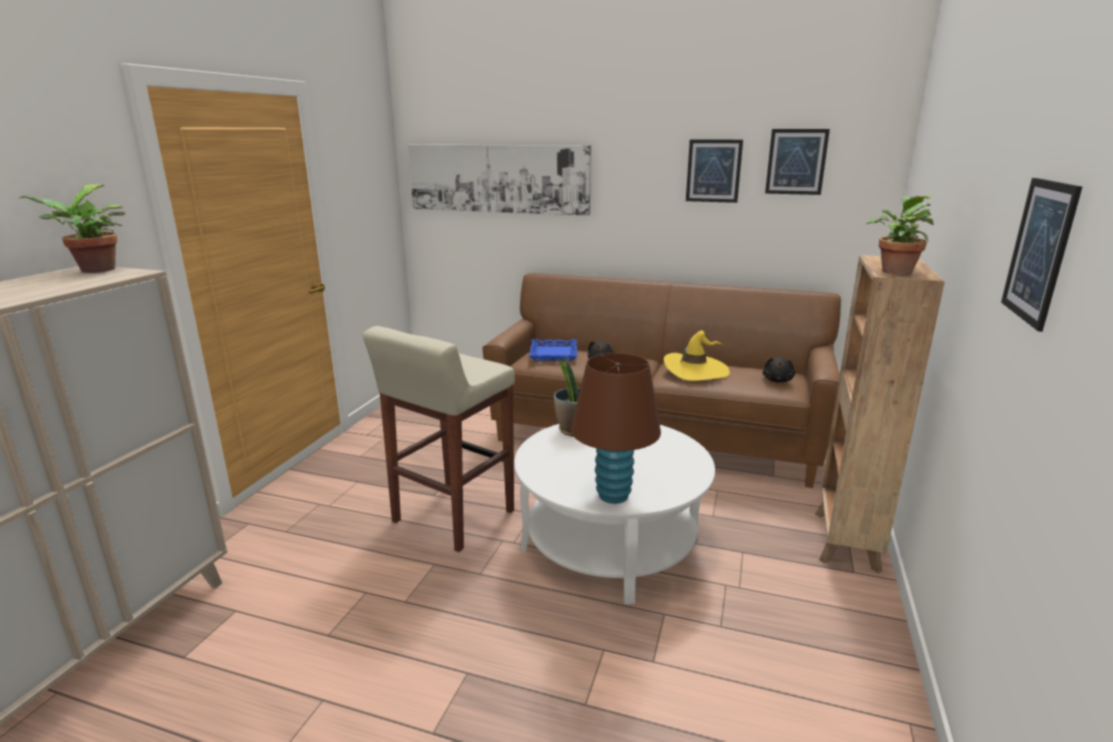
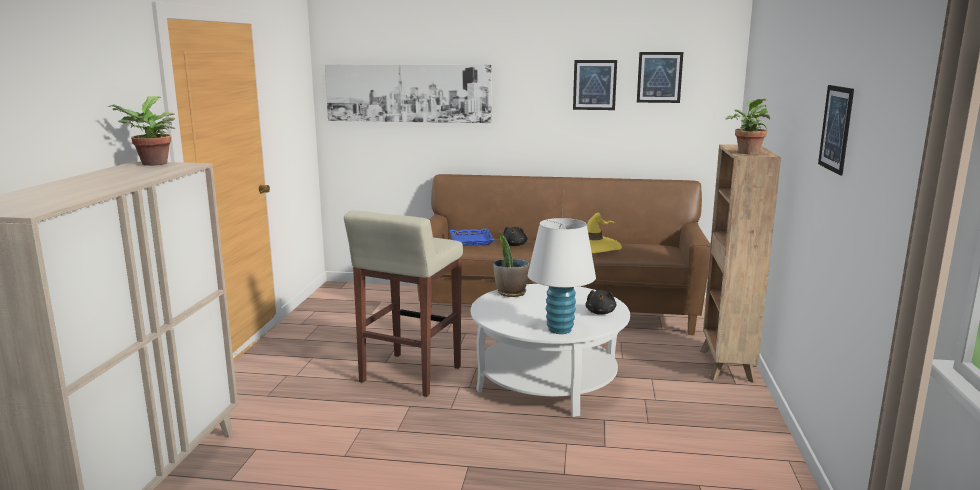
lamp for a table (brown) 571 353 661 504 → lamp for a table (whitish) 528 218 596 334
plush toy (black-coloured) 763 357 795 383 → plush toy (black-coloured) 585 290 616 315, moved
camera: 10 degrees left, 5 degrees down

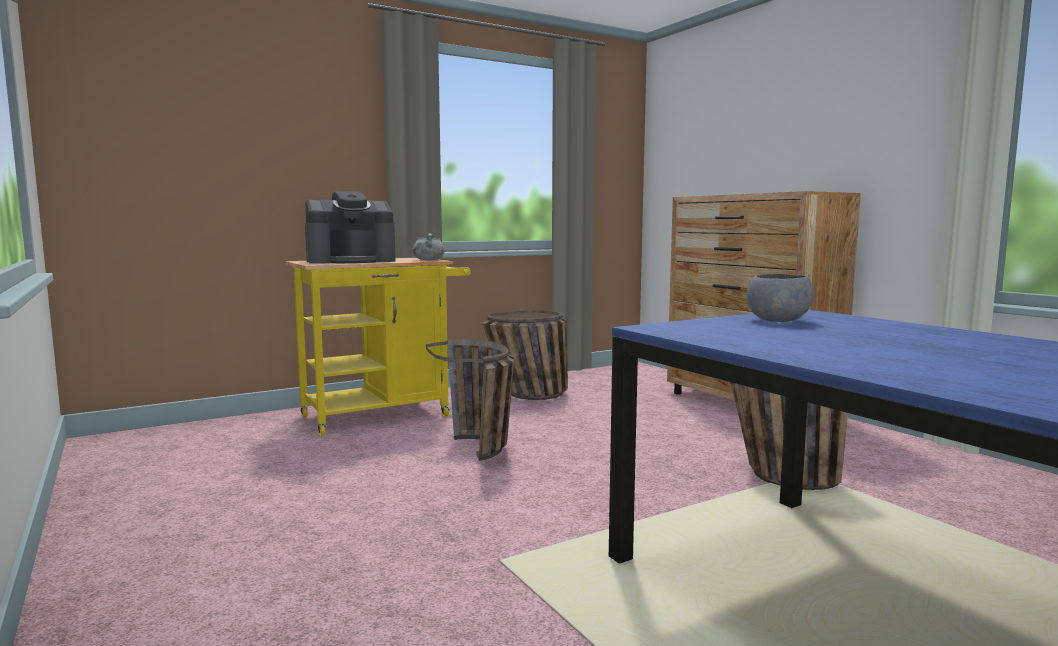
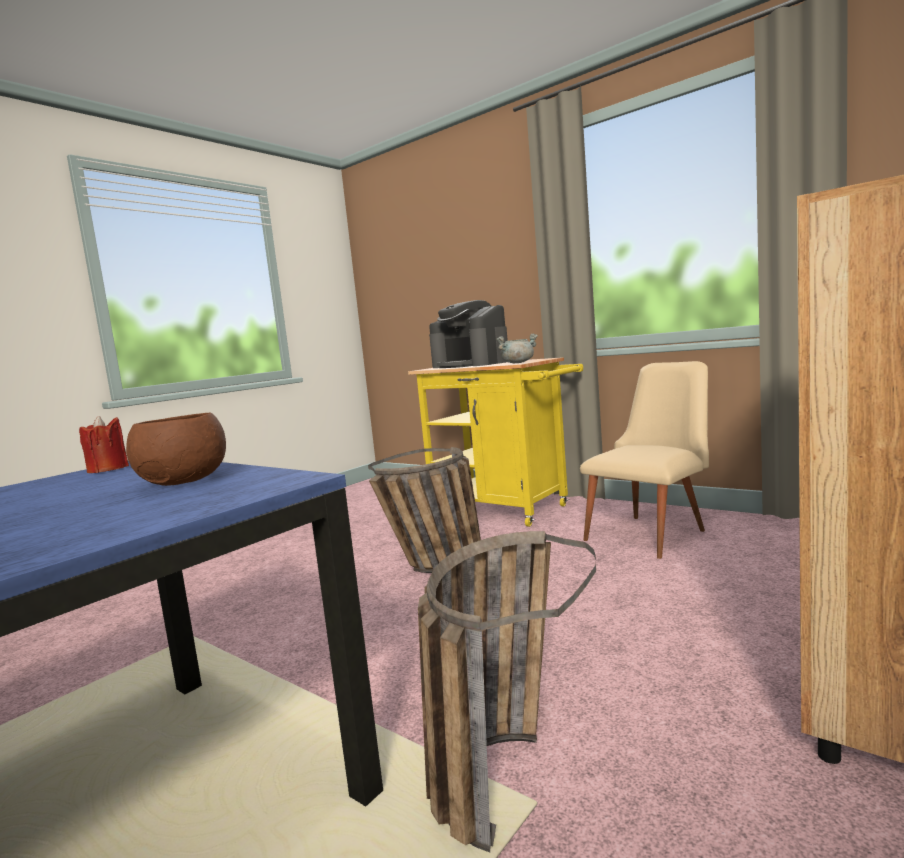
deep dish (greyish) 747 274 815 322 → deep dish (brown) 126 413 226 486
household basket 482 311 568 400 → plain chair (beige-coloured) 580 361 709 559
- → candle (red) 79 416 129 473
camera: 70 degrees right, 0 degrees up

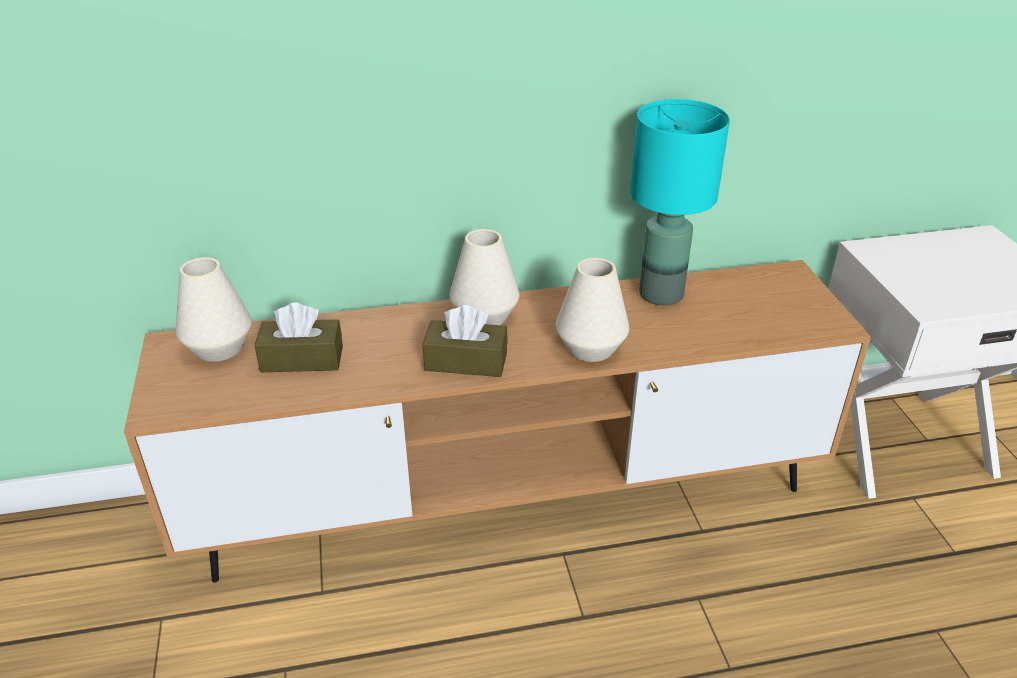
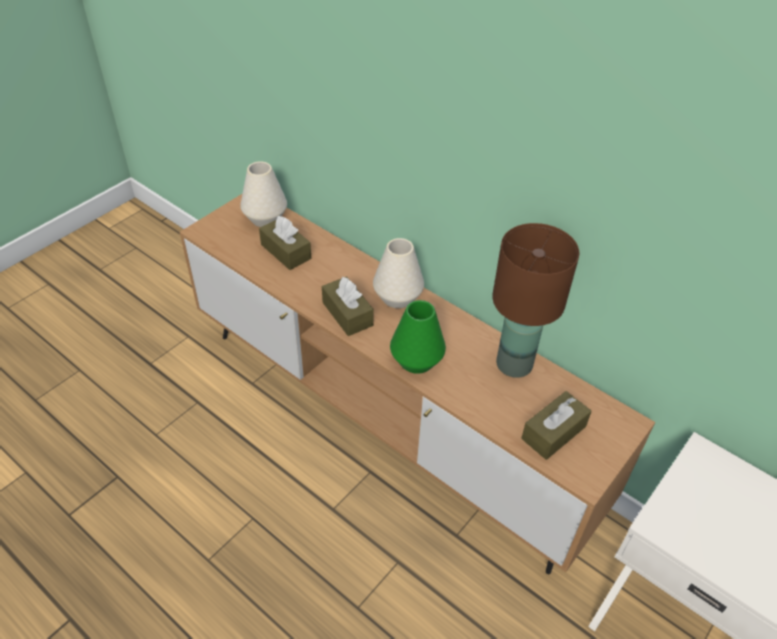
lamp for a table (turquoise) 630 99 730 305 → lamp for a table (brown) 492 223 579 378
decorative vase (whitish) 556 258 629 362 → decorative vase (green) 390 300 446 374
- → tissue box (brown) 521 391 592 460
camera: 50 degrees right, 10 degrees up

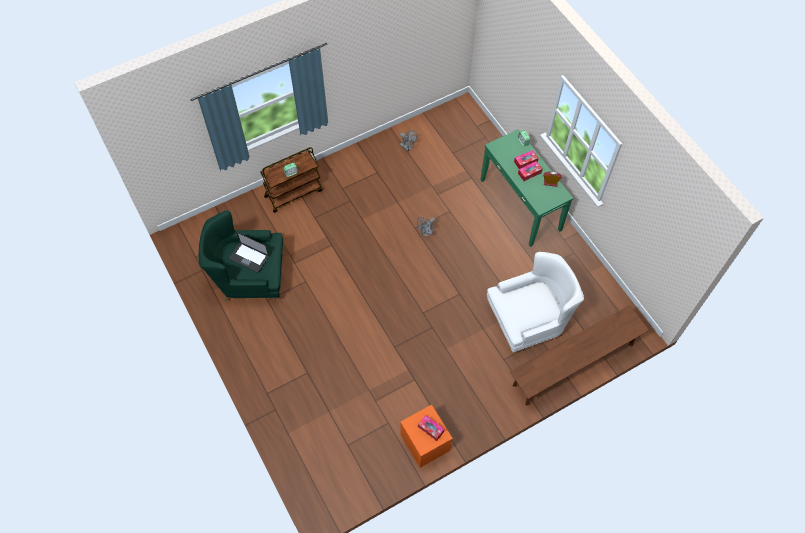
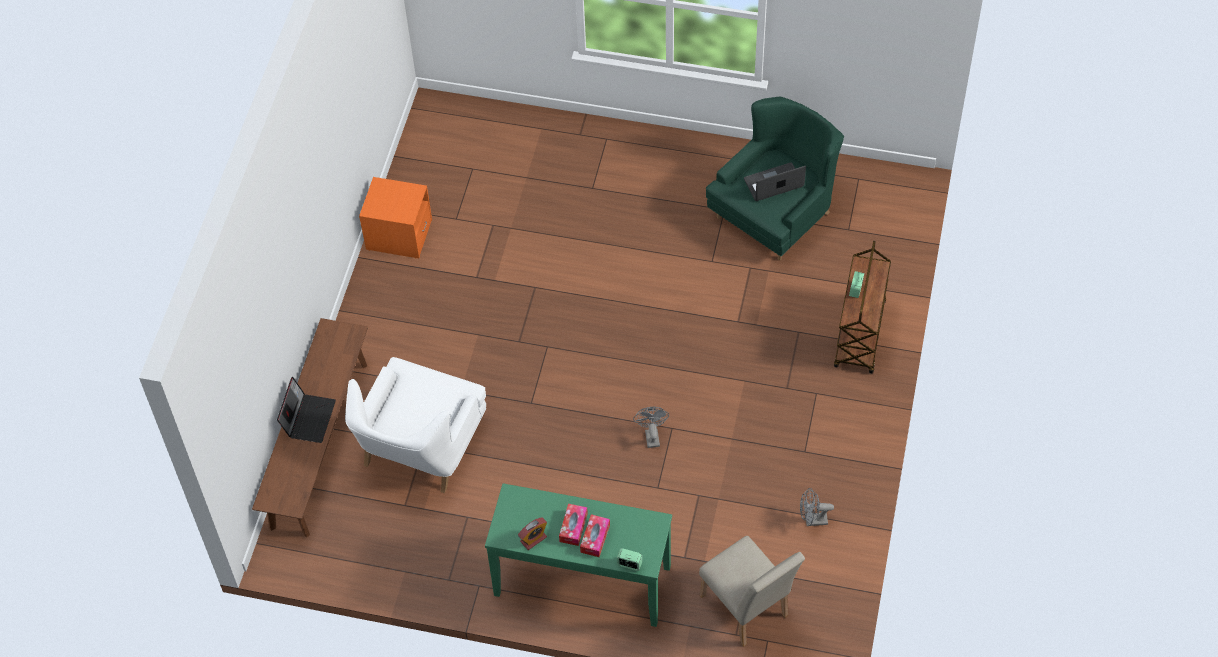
tissue box 418 415 445 441 → -
- → laptop 277 376 336 443
- → plain chair (beige-coloured) 699 536 805 647
camera: 135 degrees right, 5 degrees down

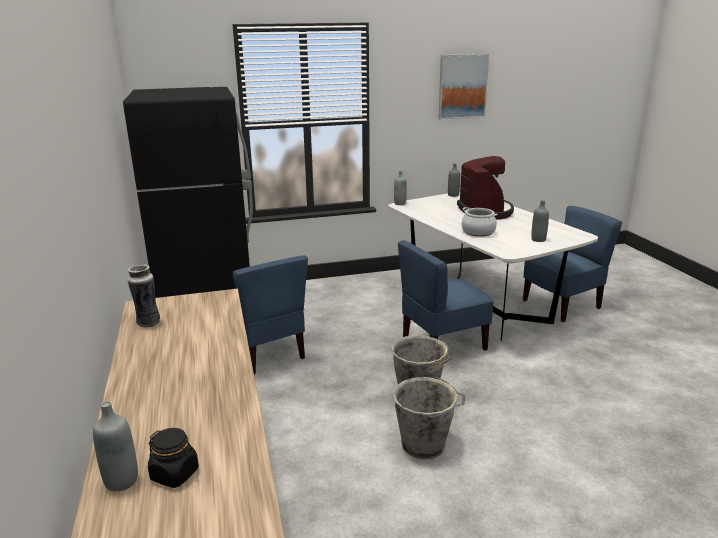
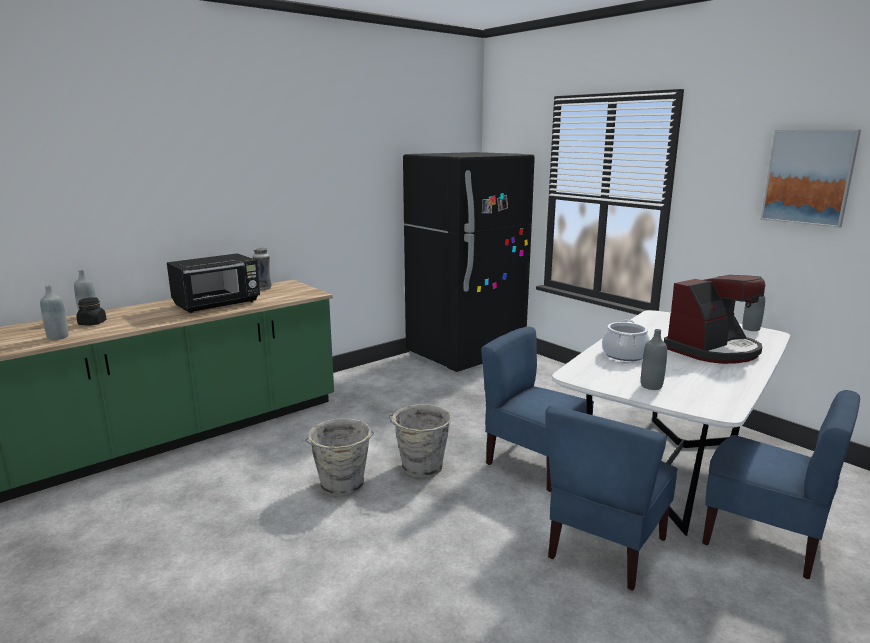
drink bottle (greyish) 394 171 407 205 → drink bottle (greyish) 40 285 69 340, moved
plain chair (blue-coloured) 233 255 308 374 → plain chair (blue-coloured) 545 406 678 591, moved
- → kitchen microwave (black-coloured) 167 253 260 313
camera: 65 degrees right, 5 degrees down

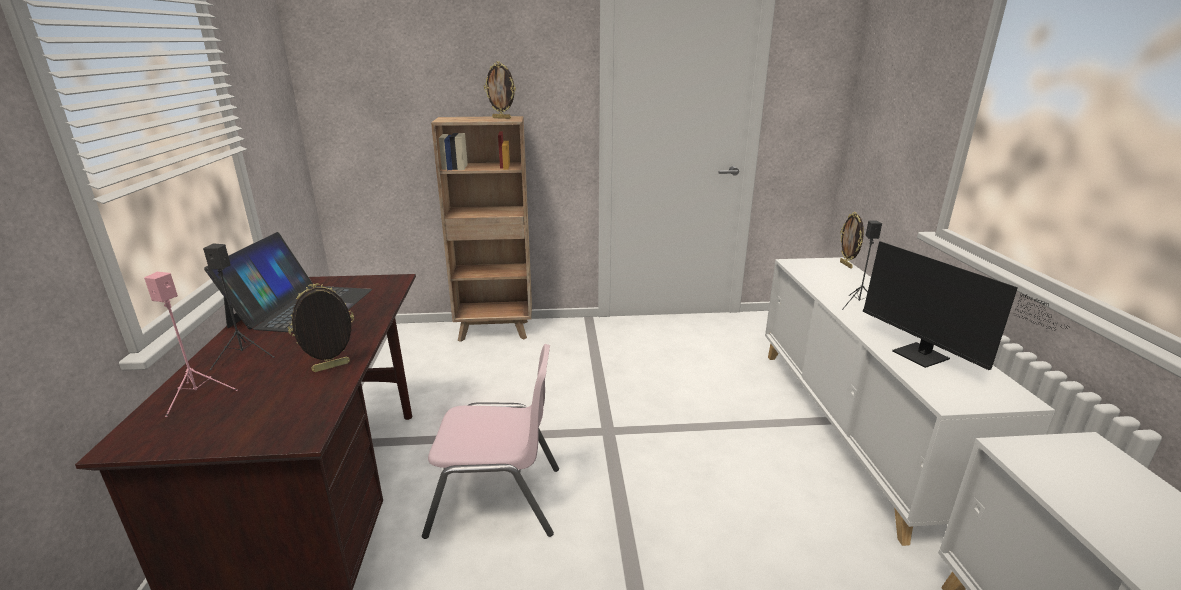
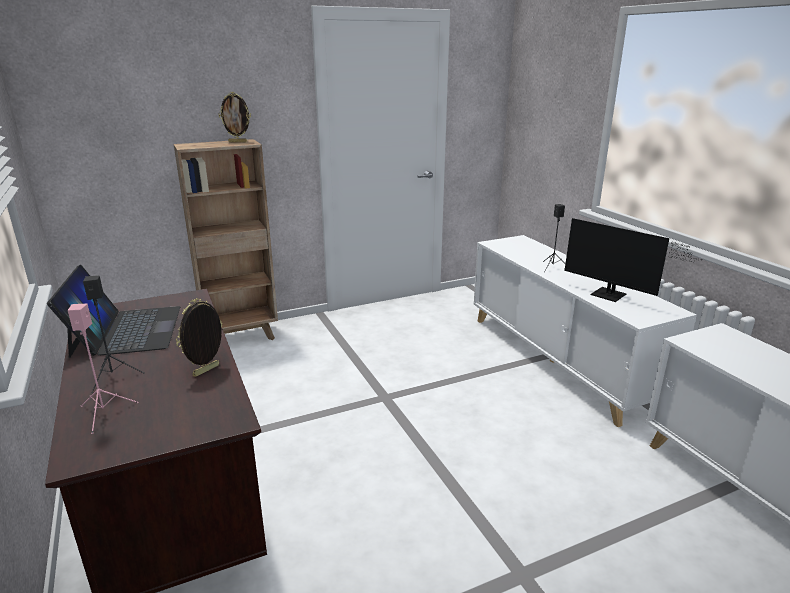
photo frame 840 212 864 269 → -
plain chair (pinkish) 422 344 559 539 → -
camera: 20 degrees left, 0 degrees up

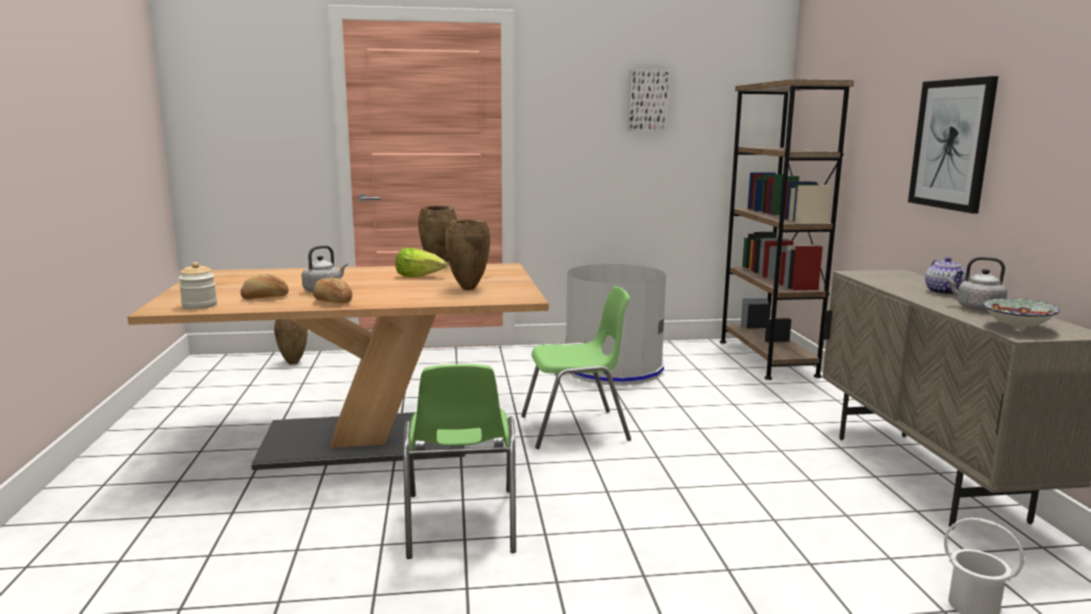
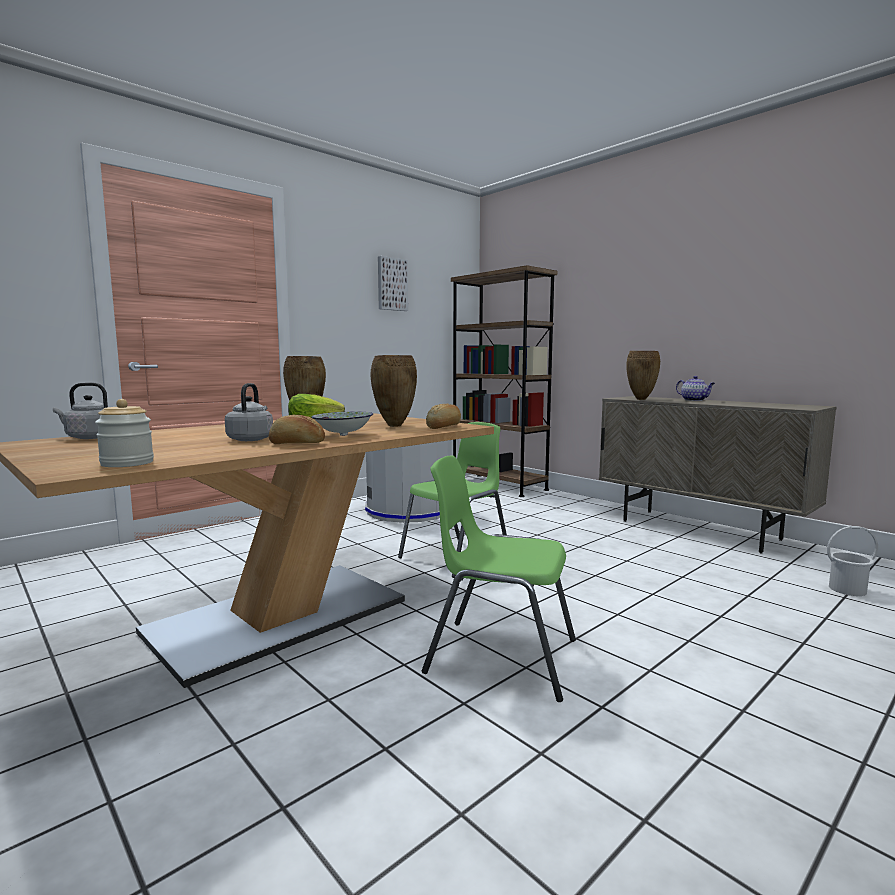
wall art 908 76 998 213 → -
water kettle (greyish) 946 257 1008 311 → water kettle (greyish) 53 382 108 439, moved
bakery bread 240 274 289 299 → bakery bread 426 404 461 429, moved
deep dish 983 298 1060 329 → deep dish 312 411 373 436, moved
decorative vase (brown) 274 319 308 365 → decorative vase (brown) 627 351 660 400, moved
plain chair (green) 403 364 516 559 → plain chair (green) 422 456 576 702, 150 degrees clockwise
camera: 35 degrees left, 5 degrees down

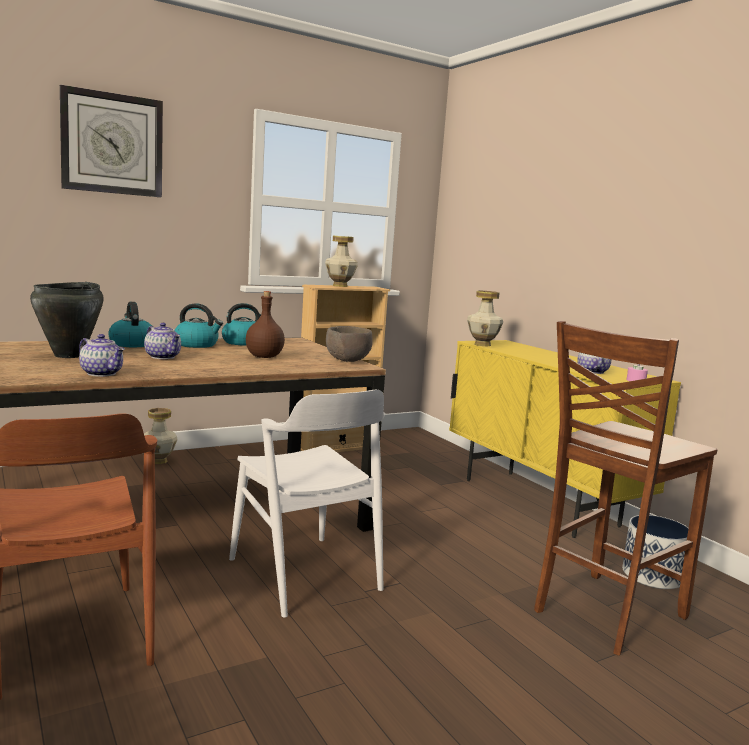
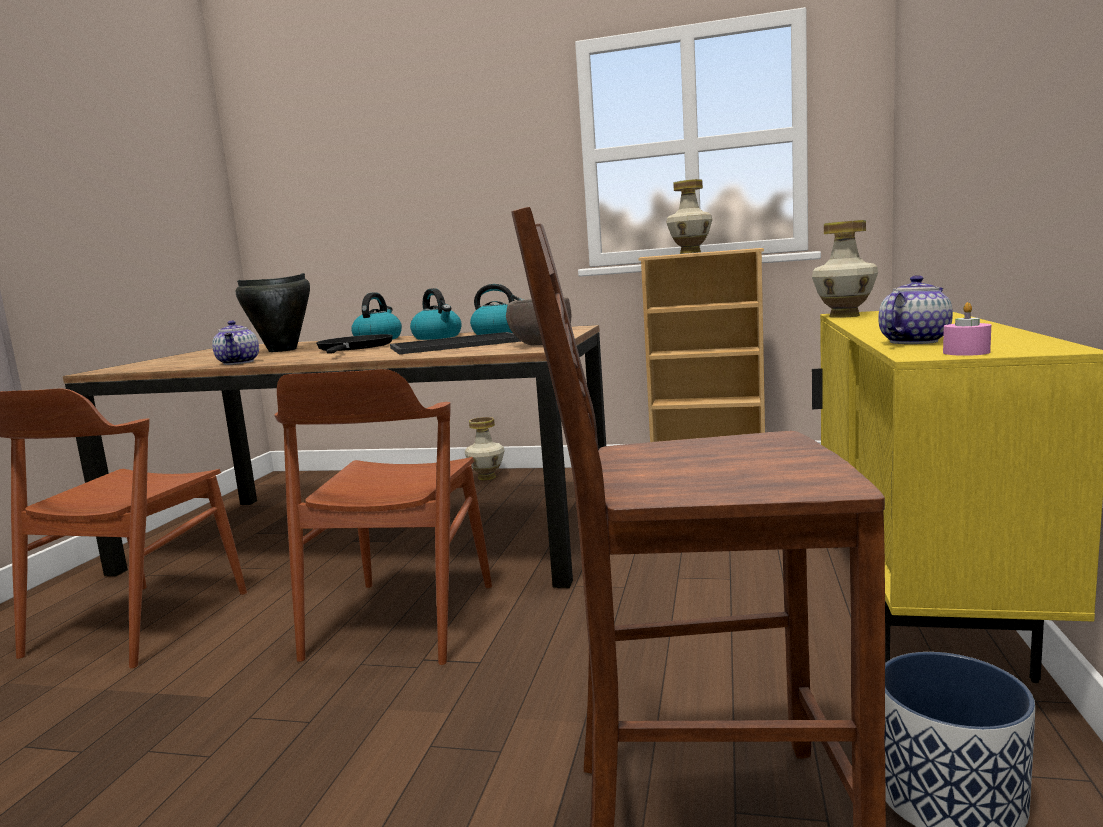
hanging clock 60 85 163 197 → -
drink bottle (brown) 246 291 285 358 → serving tray 390 332 522 354
pot for tea 144 323 181 359 → skillet (black-coloured) 316 334 393 354
plain chair (whitish) 229 390 385 618 → plain chair (brown) 275 369 492 665
camera: 45 degrees right, 0 degrees up

